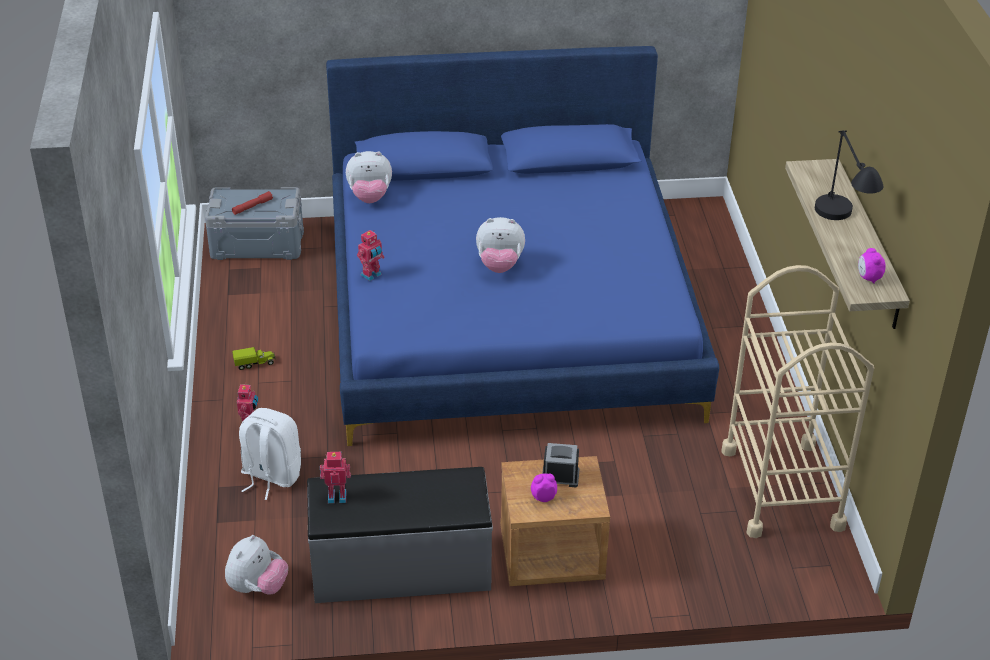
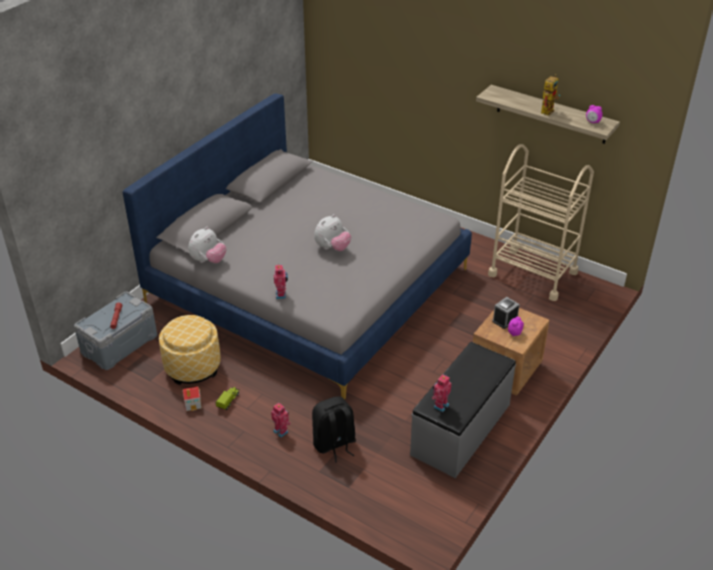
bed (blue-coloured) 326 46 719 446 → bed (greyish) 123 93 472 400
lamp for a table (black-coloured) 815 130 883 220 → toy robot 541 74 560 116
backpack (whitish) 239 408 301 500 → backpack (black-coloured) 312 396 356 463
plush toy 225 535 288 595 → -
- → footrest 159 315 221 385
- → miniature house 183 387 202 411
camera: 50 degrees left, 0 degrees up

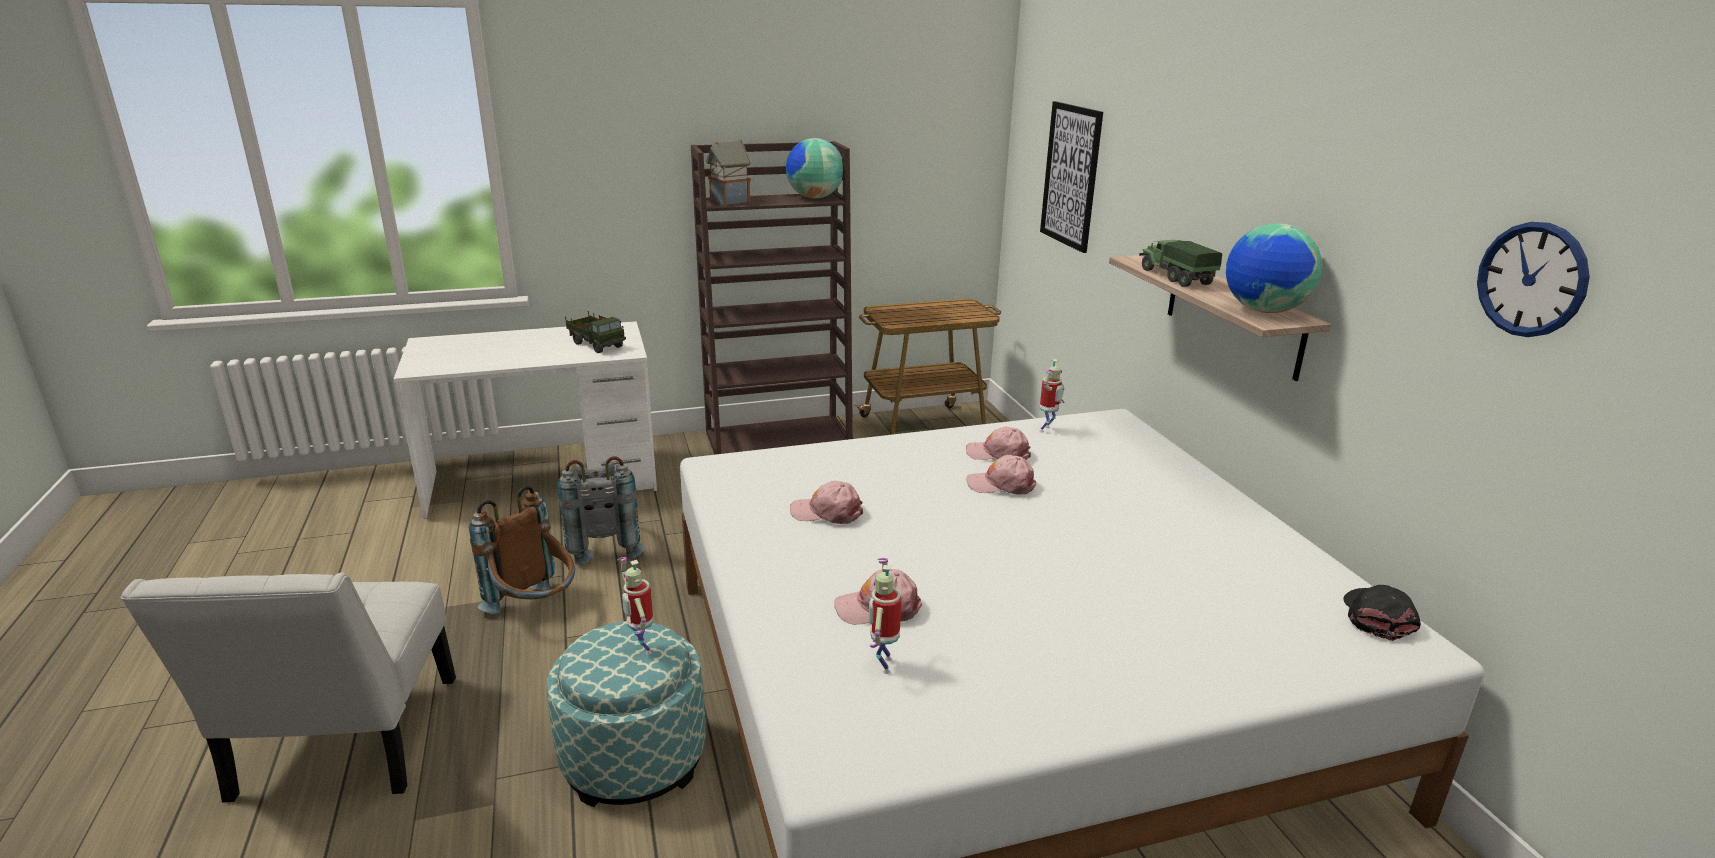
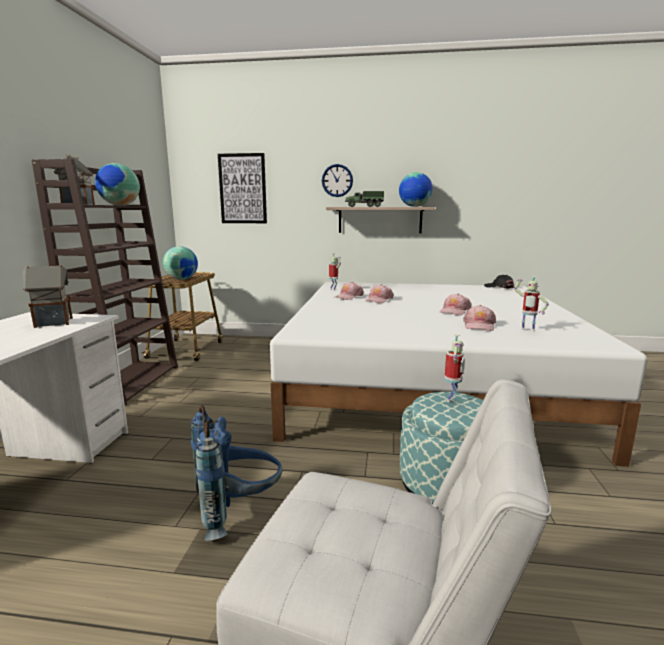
hanging clock 1477 222 1590 337 → hanging clock 322 164 353 197, moved
toy truck 565 311 626 353 → miniature house 22 265 73 328
backpack (greyish) 557 456 645 565 → -
peaked cap (pinkish) 790 481 863 524 → peaked cap (pinkish) 440 293 472 315, moved
backpack (brown) 469 486 575 614 → backpack (blue-coloured) 191 405 282 541
toy robot 617 557 653 655 → toy robot 444 334 465 402, 60 degrees counterclockwise
- → globe 163 246 198 280
camera: 65 degrees left, 10 degrees down

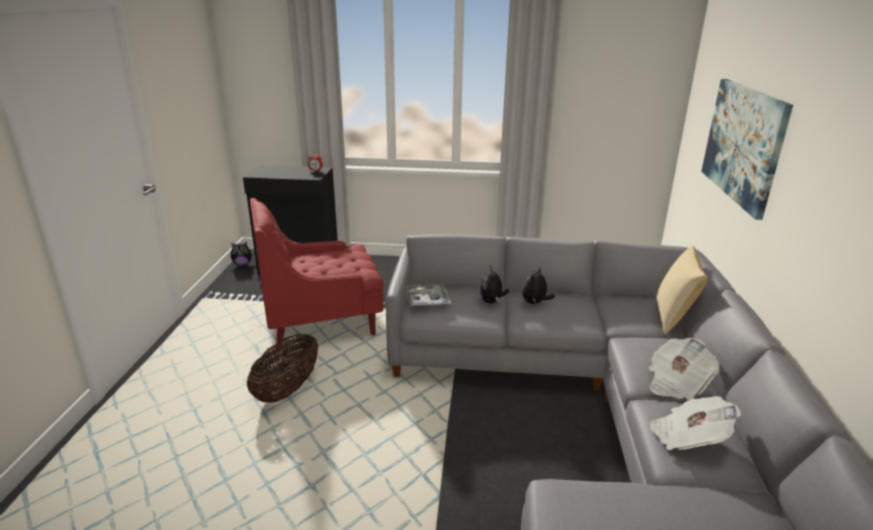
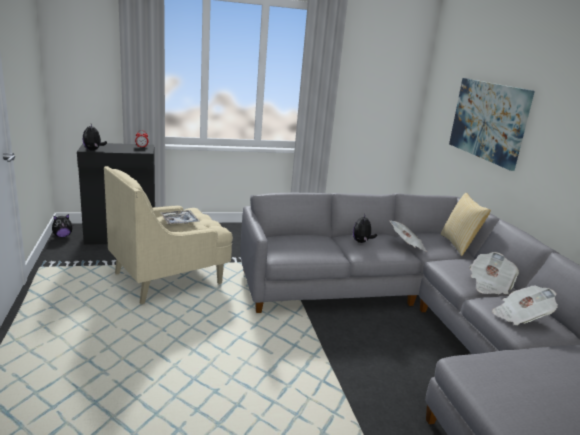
easy chair (red) 250 198 384 349 → easy chair (beige-coloured) 104 166 233 304
plush toy 479 265 509 304 → plush toy 83 124 107 151, moved
serving tray 406 284 451 307 → serving tray 160 210 200 224, moved
household basket 247 333 318 403 → -
- → daily paper 389 220 427 252
camera: 20 degrees left, 5 degrees down

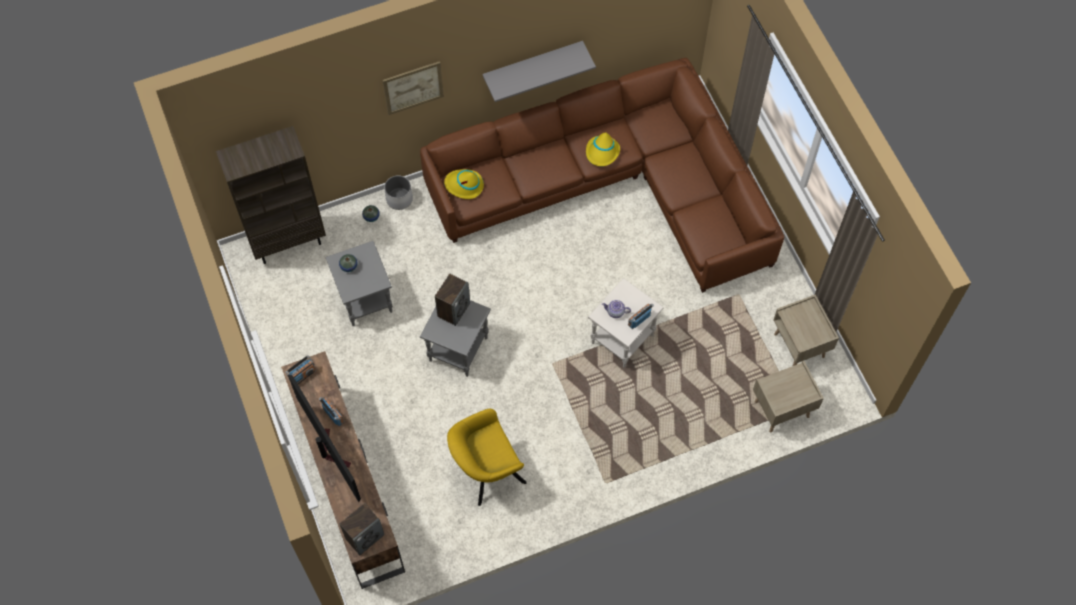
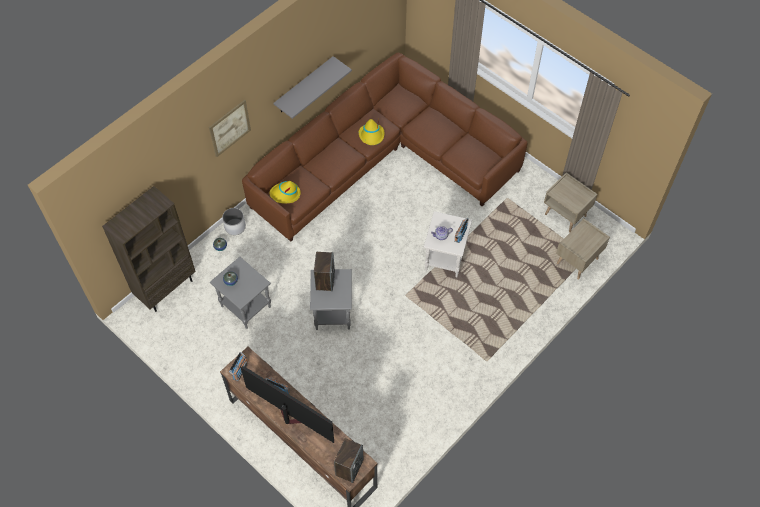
easy chair (yellow-coloured) 447 409 527 506 → -
camera: 25 degrees left, 5 degrees down

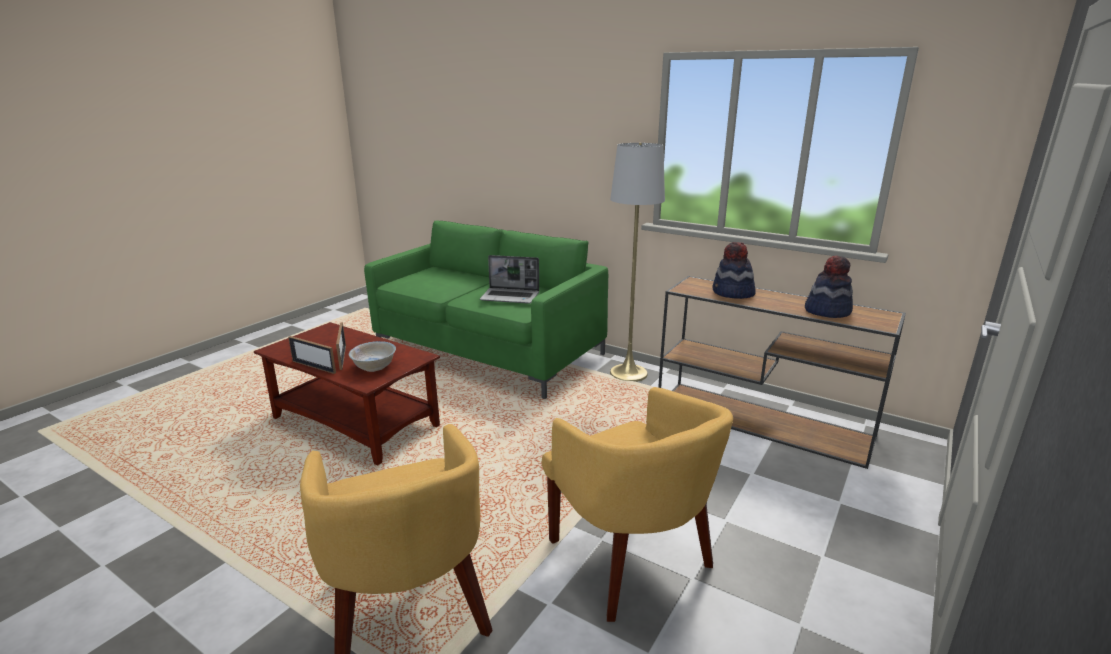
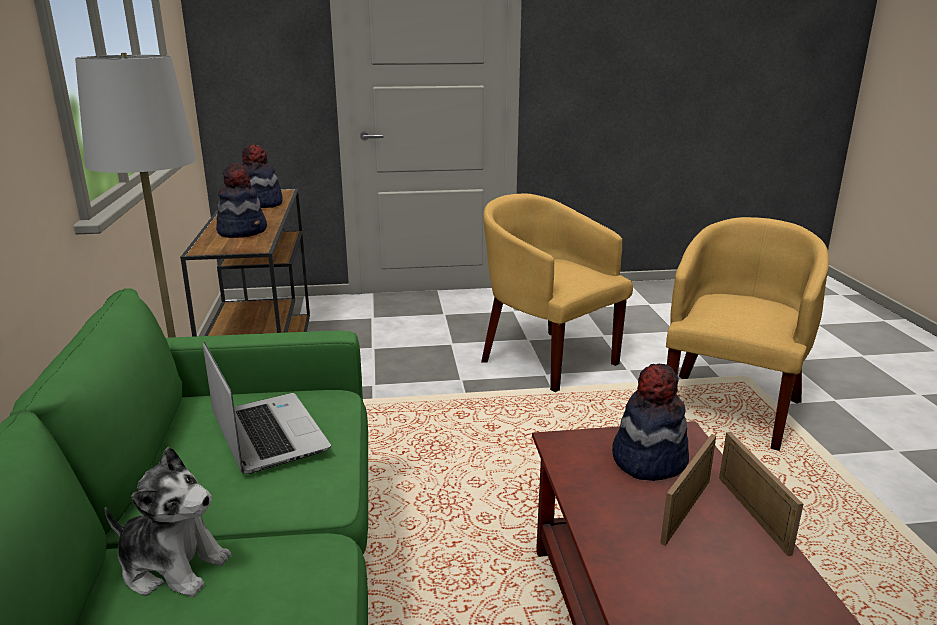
deep dish (whitish) 349 341 396 372 → clothing hat 612 364 689 481
easy chair (yellow-coloured) 542 387 733 622 → easy chair (yellow-coloured) 481 193 633 392, 60 degrees counterclockwise
- → plush toy 104 446 231 597
camera: 130 degrees left, 0 degrees up

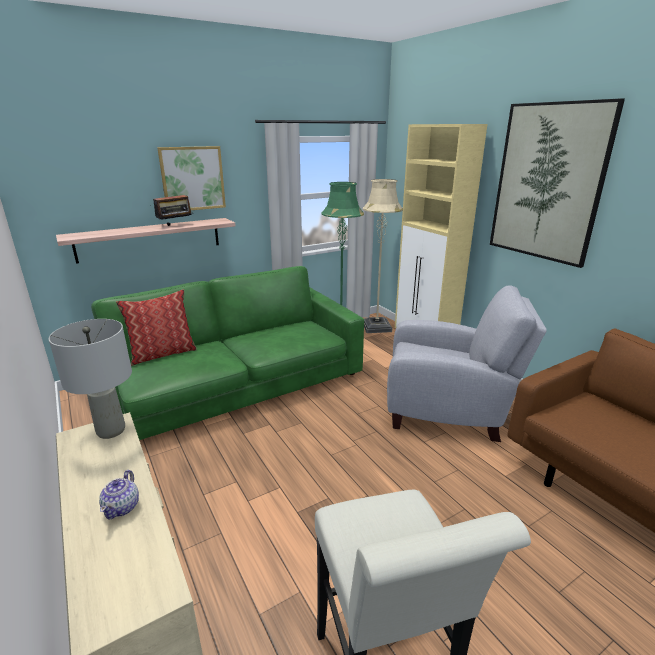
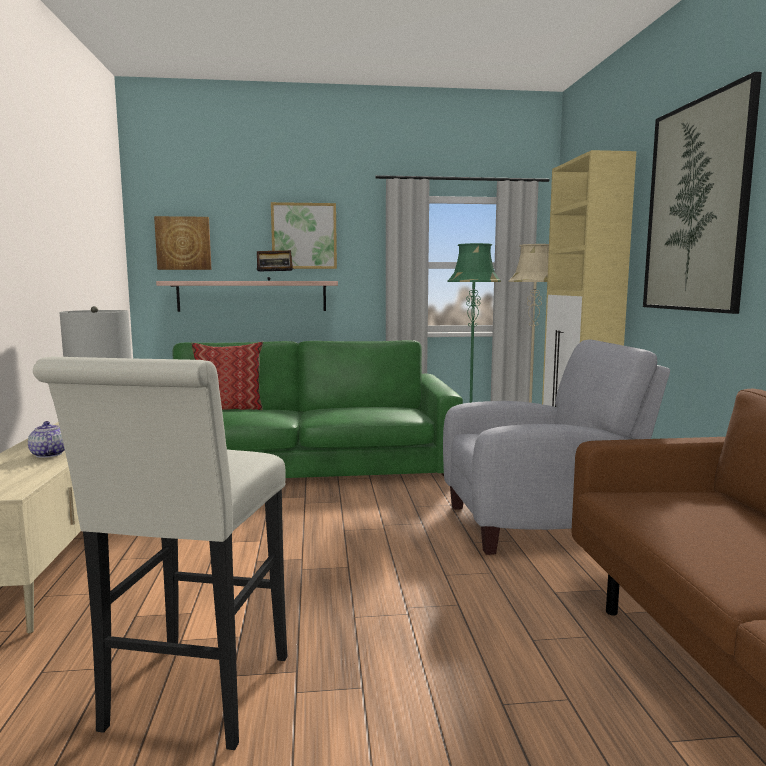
easy chair (greyish) 387 285 547 442 → easy chair (greyish) 443 340 670 555, 45 degrees counterclockwise
pot for tea 99 470 139 519 → pot for tea 28 421 65 458, 120 degrees clockwise
- → wall art 154 216 212 270
camera: 25 degrees right, 15 degrees down

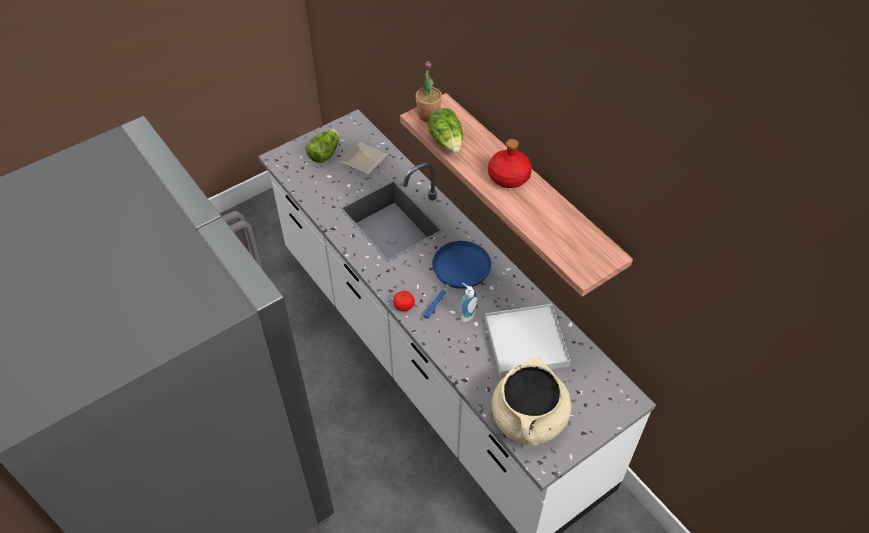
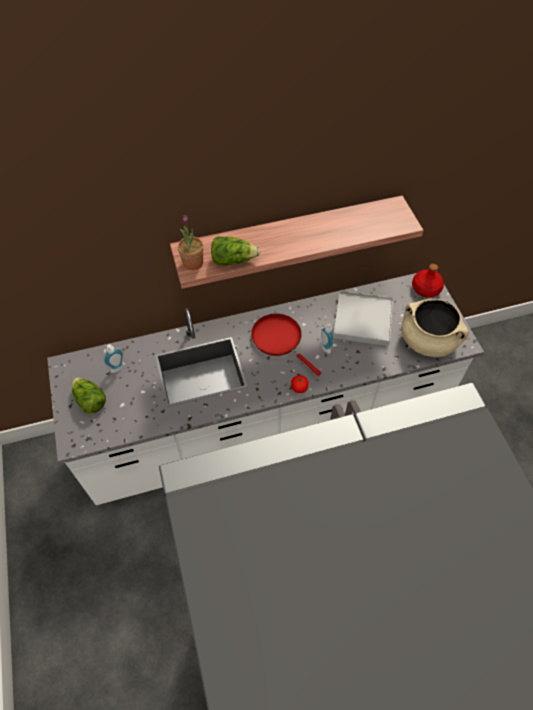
drink bottle (red) 488 139 532 188 → drink bottle (red) 412 264 444 297, moved
dinner plate 341 142 388 175 → soap bottle 104 344 125 373
skillet (blue-coloured) 424 241 491 318 → skillet (red) 251 313 321 376
camera: 70 degrees left, 5 degrees up

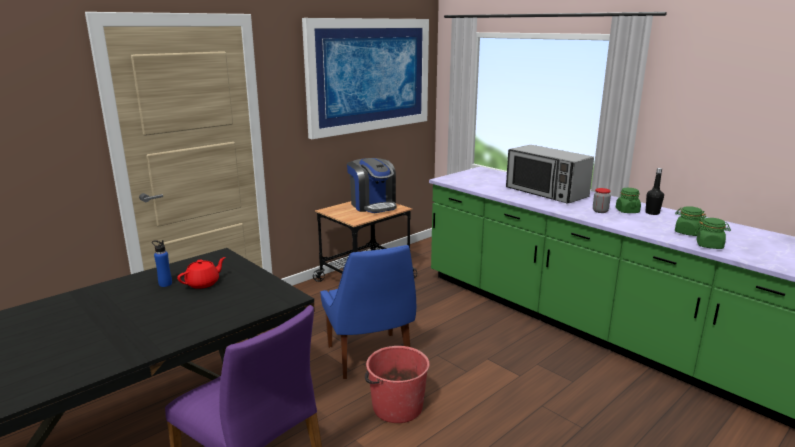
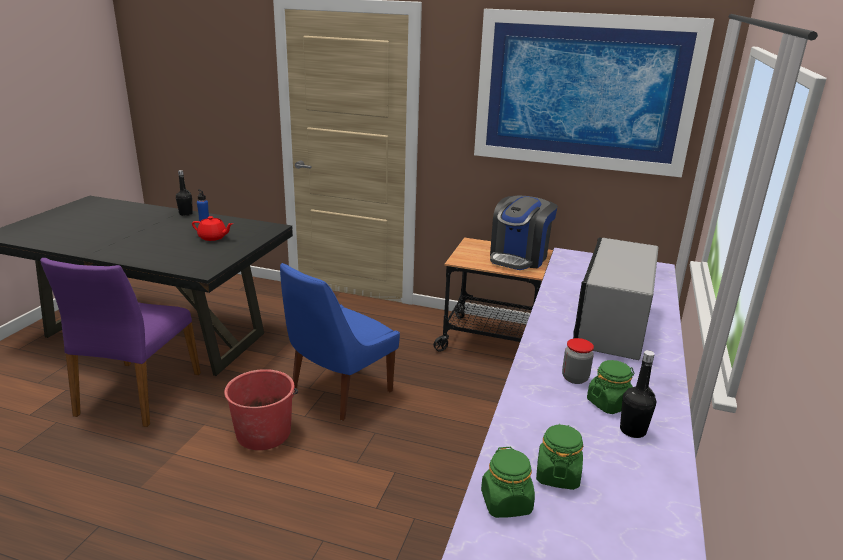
- → drink bottle (black-coloured) 176 170 193 216
camera: 60 degrees right, 5 degrees up

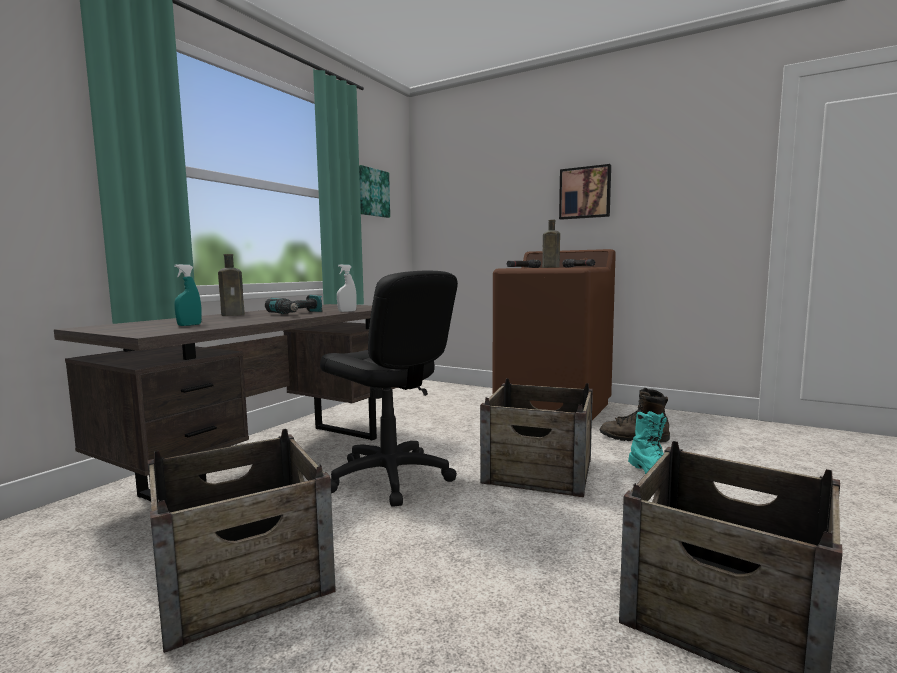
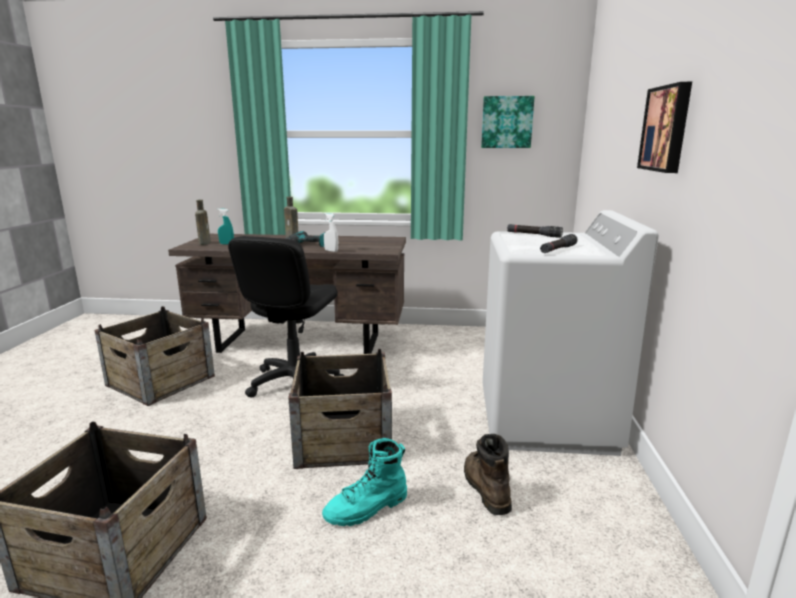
drink bottle (brown) 542 220 560 268 → drink bottle (brown) 195 200 211 245, moved
laundry appliance (brown) 493 249 616 420 → laundry appliance (whitish) 483 210 659 456
camera: 65 degrees right, 10 degrees up

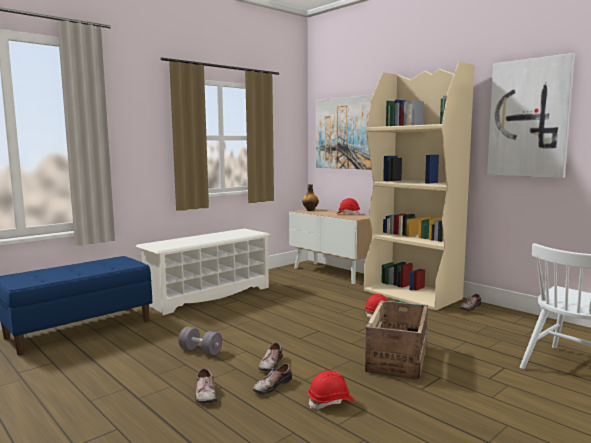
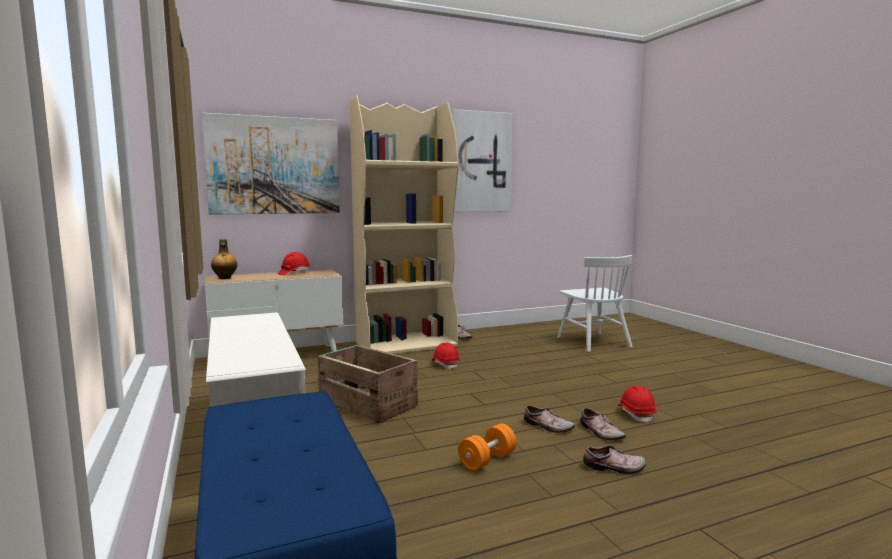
crate 365 300 428 380 → crate 318 345 418 423, moved
hand weight (greyish) 179 327 222 355 → hand weight (orange-coloured) 458 423 516 471
camera: 70 degrees left, 0 degrees up

